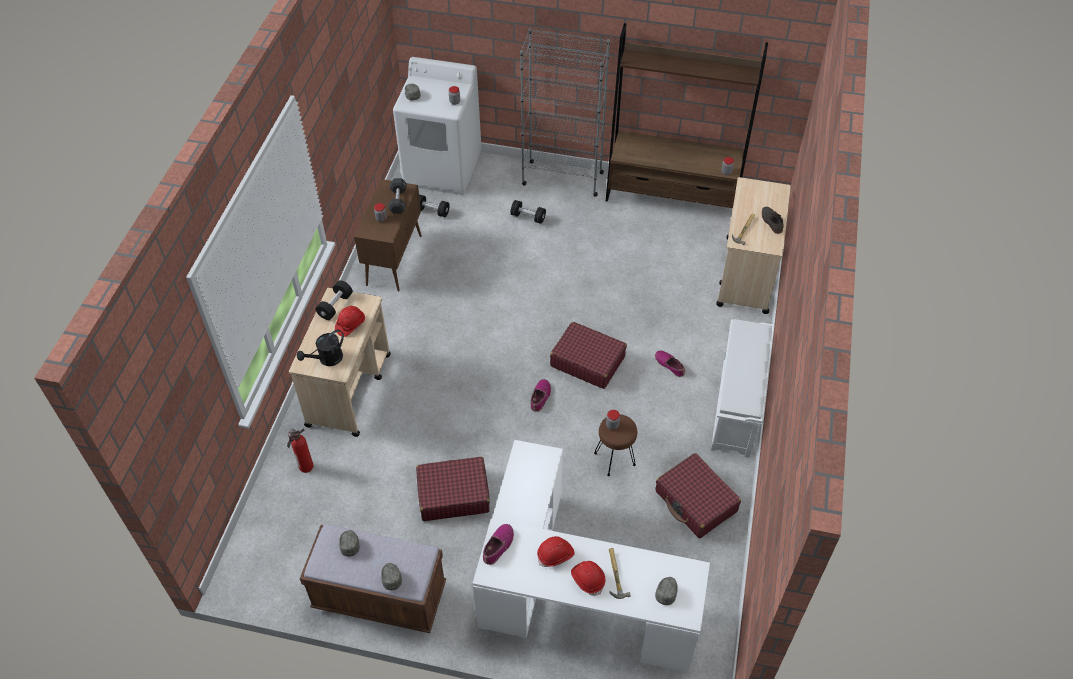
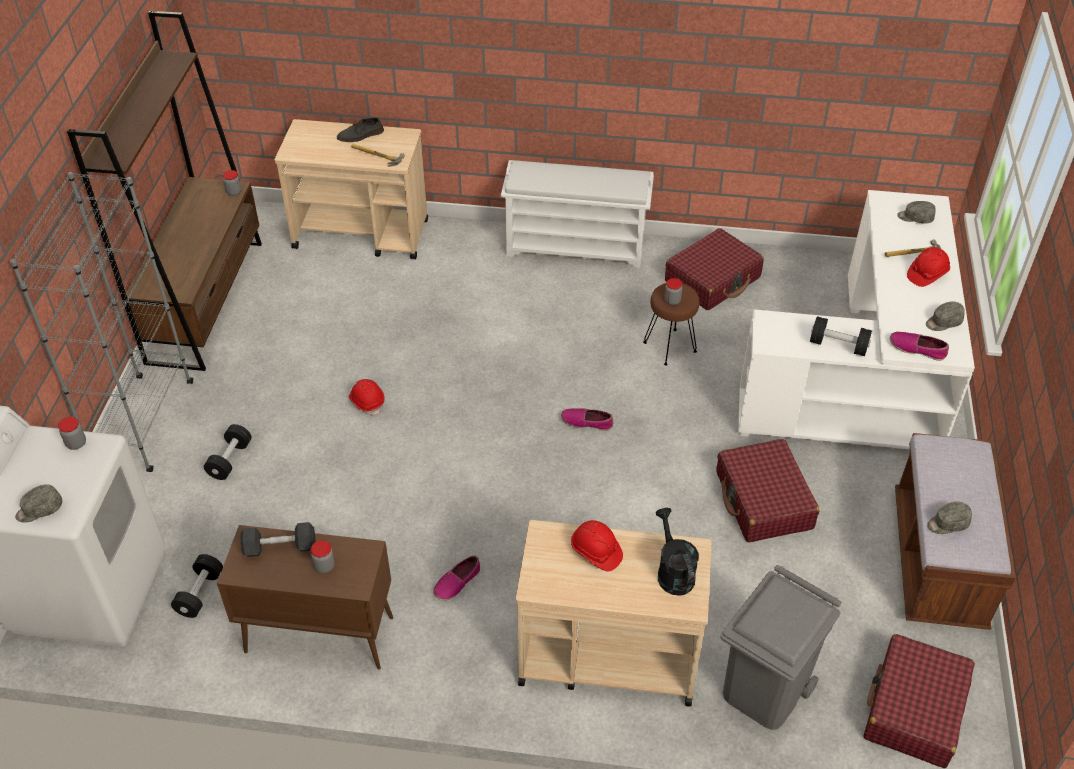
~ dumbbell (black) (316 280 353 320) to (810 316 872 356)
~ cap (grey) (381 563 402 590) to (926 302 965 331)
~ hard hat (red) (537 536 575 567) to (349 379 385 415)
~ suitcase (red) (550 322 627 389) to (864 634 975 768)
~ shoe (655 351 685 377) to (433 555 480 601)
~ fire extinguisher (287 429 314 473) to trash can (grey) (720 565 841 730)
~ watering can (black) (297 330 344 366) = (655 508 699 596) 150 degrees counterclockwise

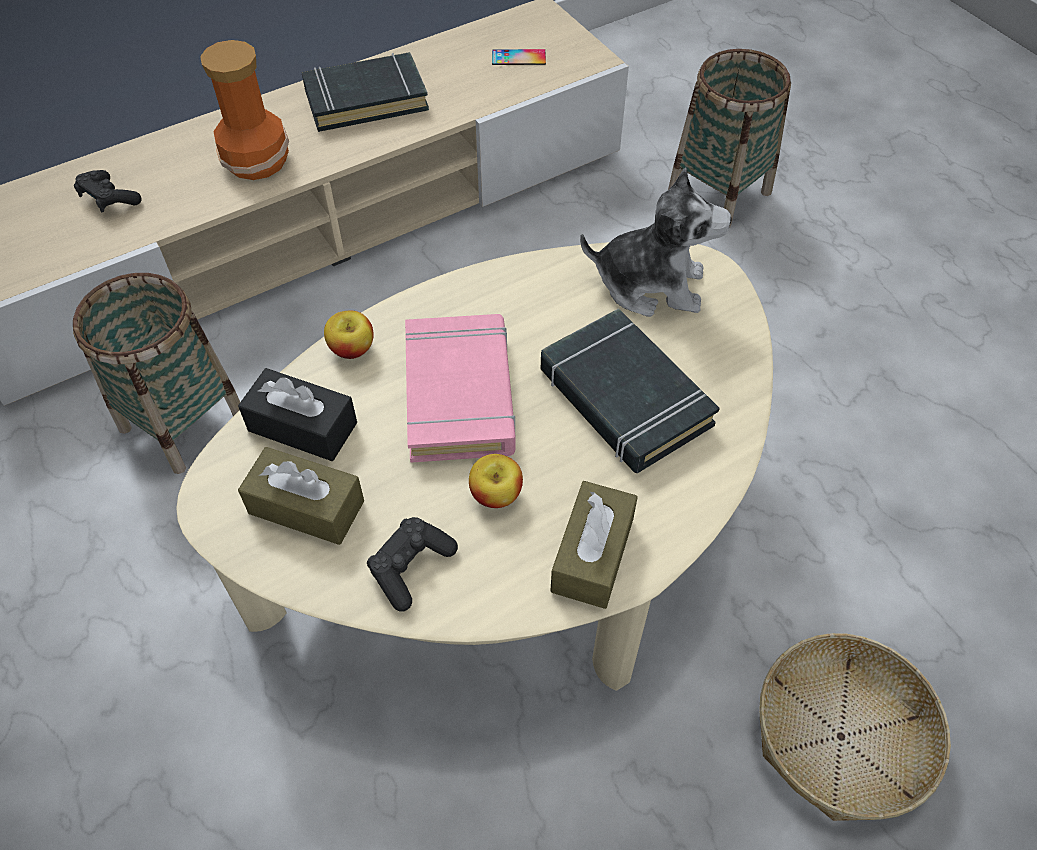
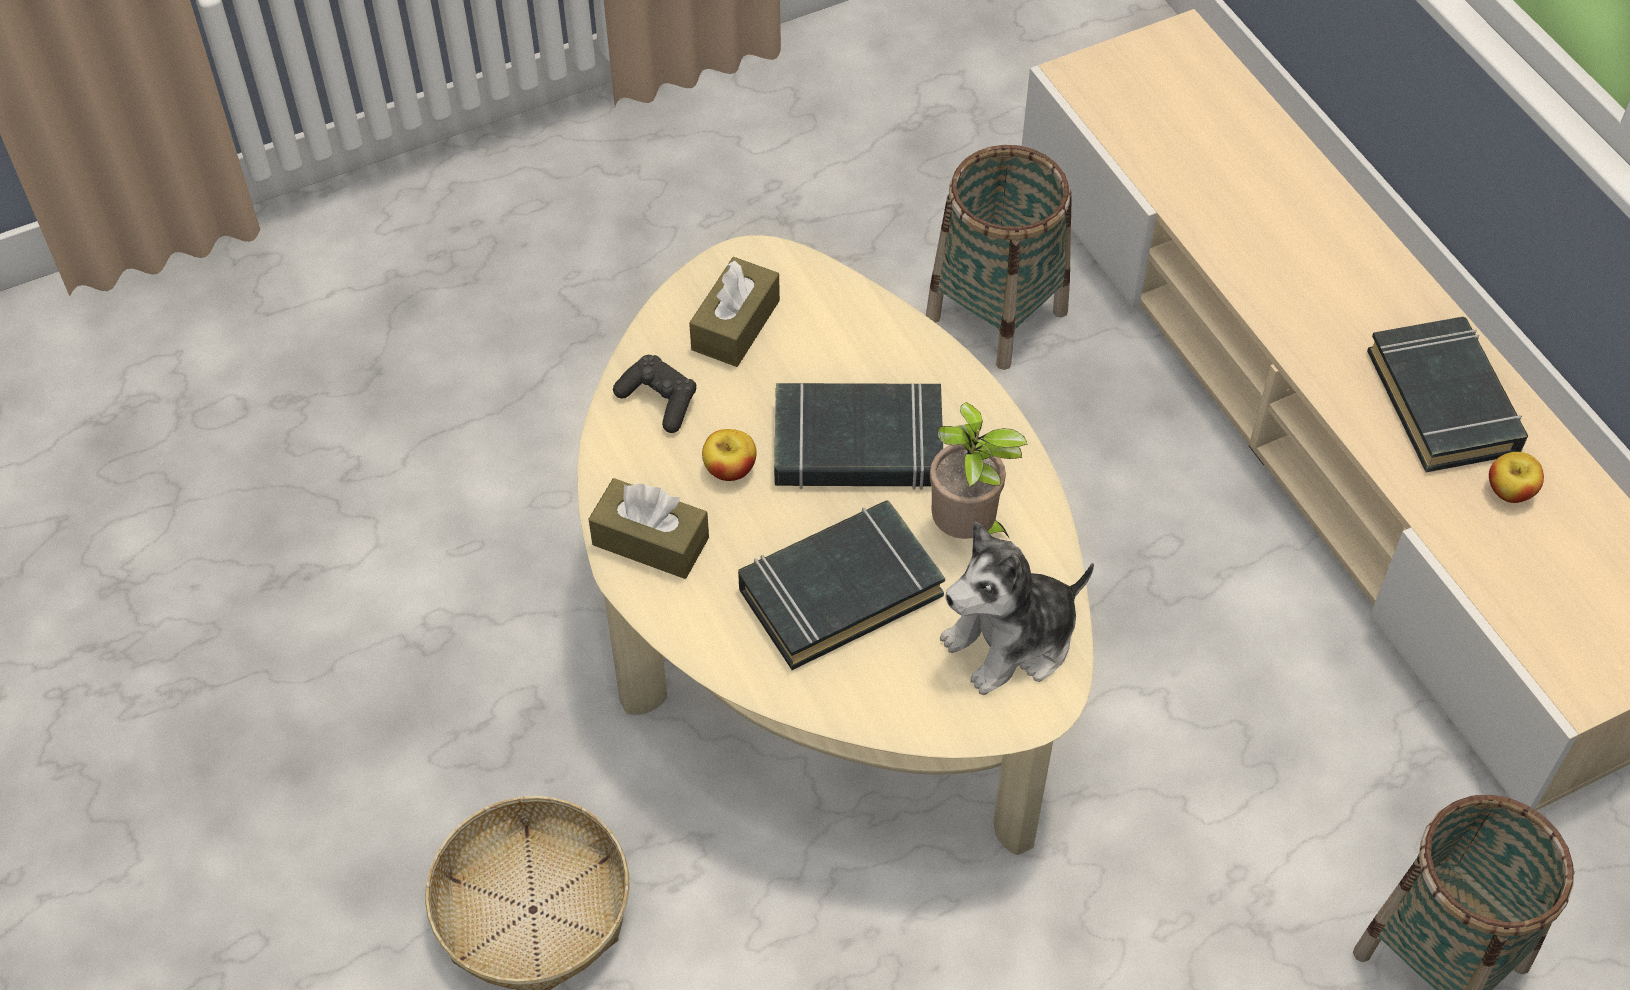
- game controller (black) (74 170 142 213)
- vase (200 40 289 180)
- tissue box (black) (238 368 357 461)
- phone (492 49 546 65)
+ potted plant (930 402 1028 539)
~ apple (324 311 374 359) to (1489 452 1544 503)
~ book (pink) (405 314 516 463) to book (black) (774 383 943 490)
~ plush toy (580 167 732 317) = (940 522 1094 695) 45 degrees clockwise

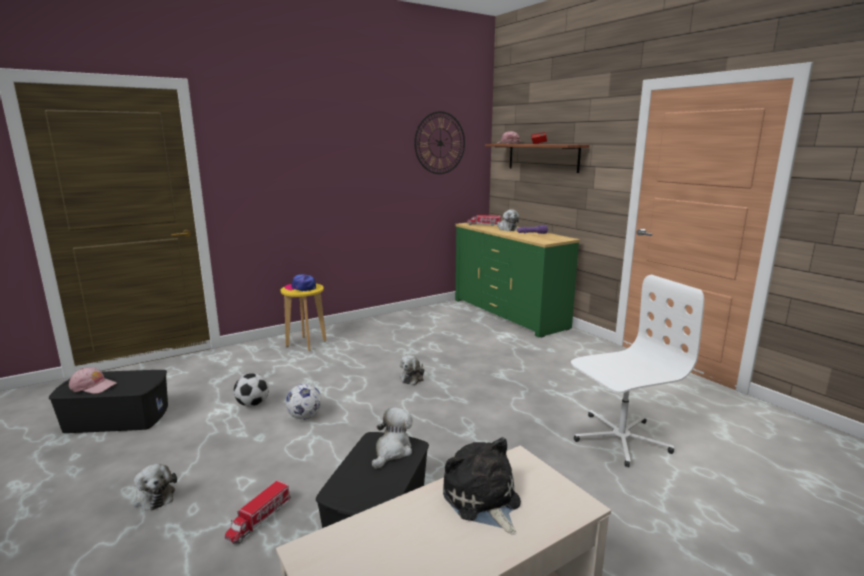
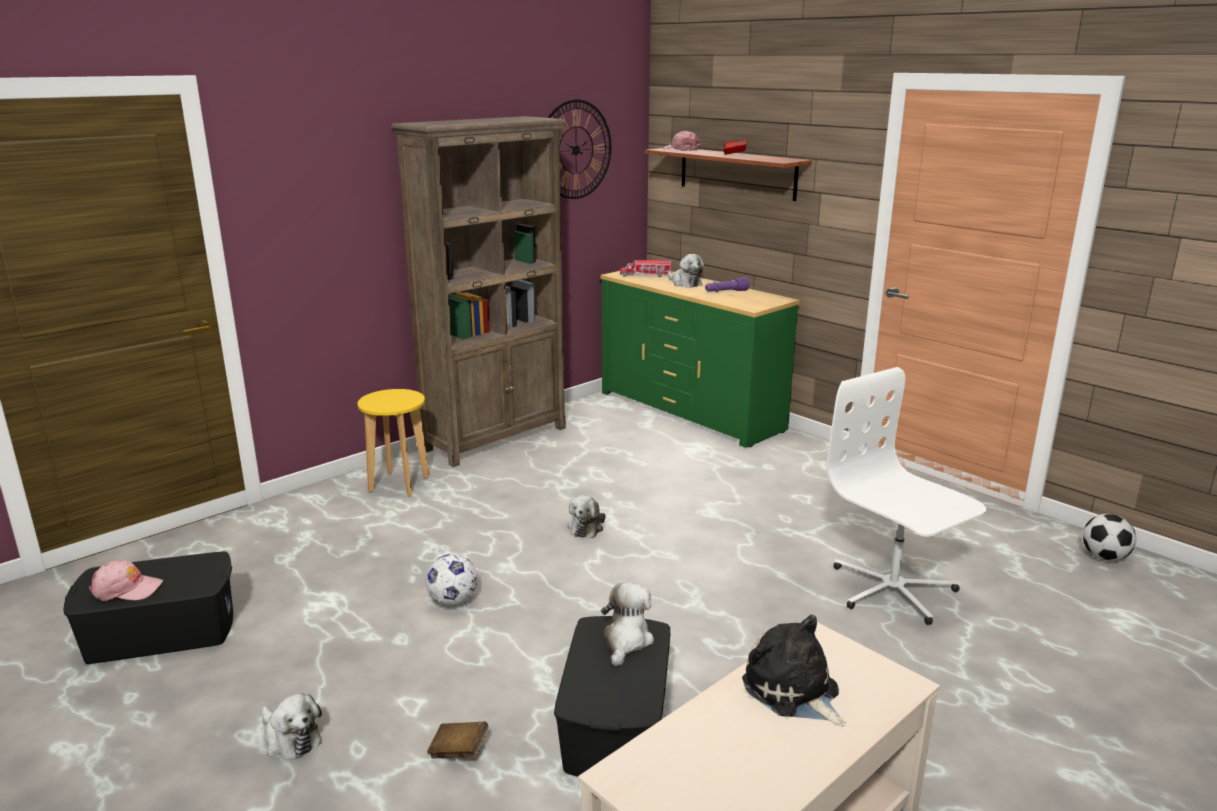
- cap (284 274 316 291)
+ bookcase (brown) (391 116 566 467)
~ football (234 373 269 407) to (1083 514 1136 561)
~ toy truck (225 480 291 544) to book (brown) (427 722 488 758)
~ office chair (white) (571 275 704 467) = (827 367 986 625) 90 degrees counterclockwise

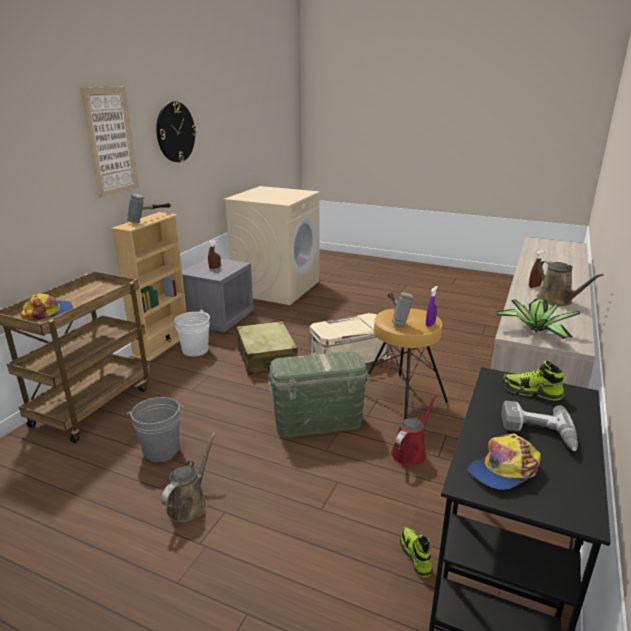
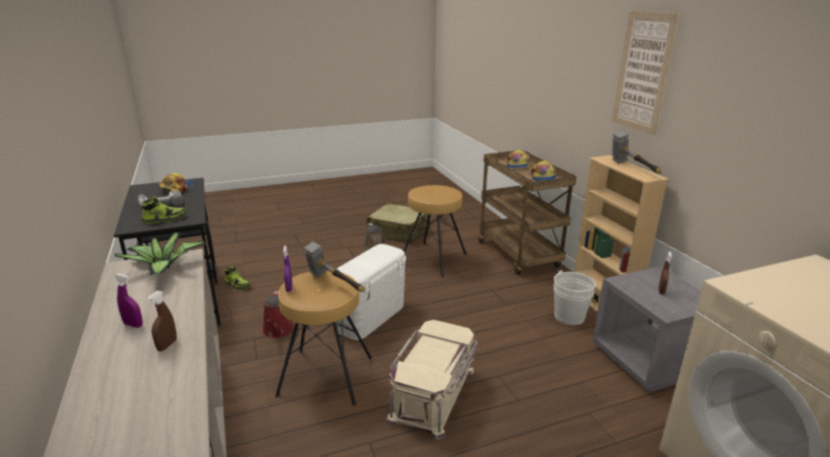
- wall clock (156 101 197 162)
+ cap (531 161 557 181)
~ suitcase (beige) (237 321 298 375) to (367 203 430 244)
~ bucket (grey) (127 397 183 461) to stool (brown) (404 185 467 277)
~ watering can (brown) (536 260 604 306) to spray bottle (purple) (114 274 143 328)
~ storage box (green) (268 351 369 437) to storage box (white) (336 244 406 340)

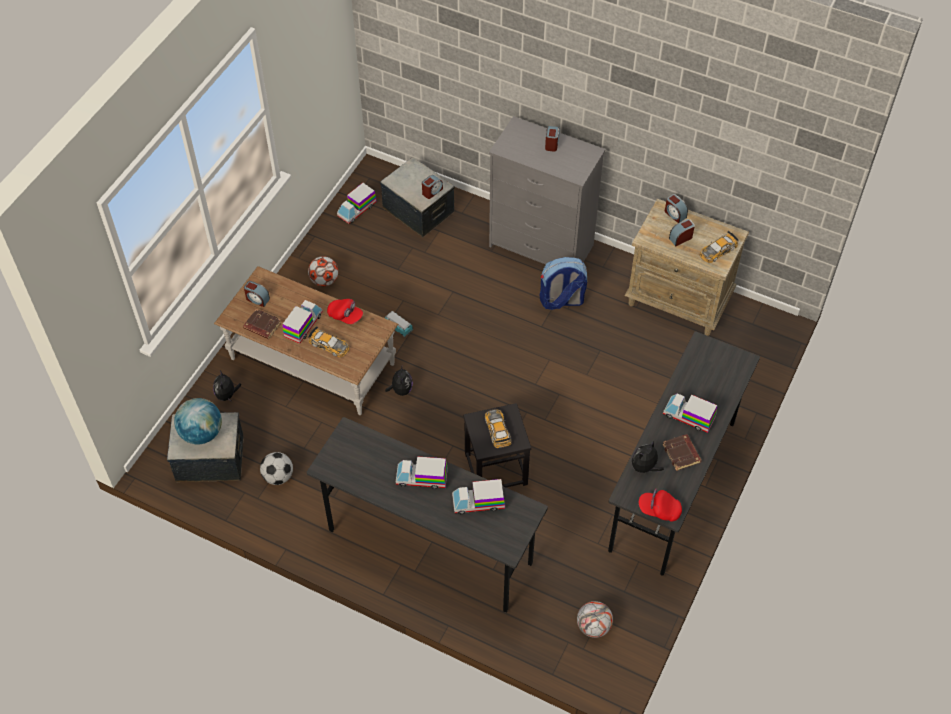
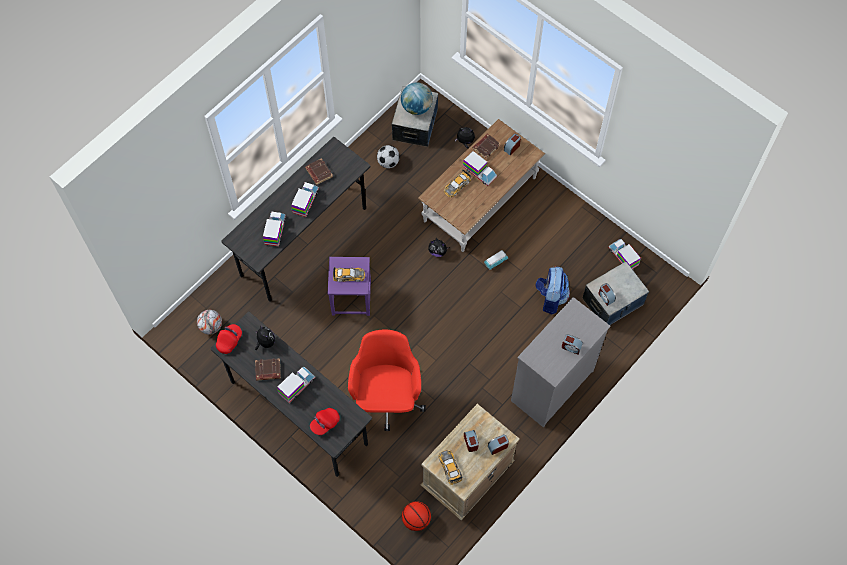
- football (308 256 338 287)
+ book (brown) (305 158 333 185)
+ office chair (red) (348 329 426 431)
+ basketball (402 501 431 531)
~ cap (red) (327 299 363 324) to (310 408 340 435)
~ backpack (540 257 587 310) to (536 266 570 314)
~ stool (black) (463 403 531 488) to stool (purple) (328 257 371 316)

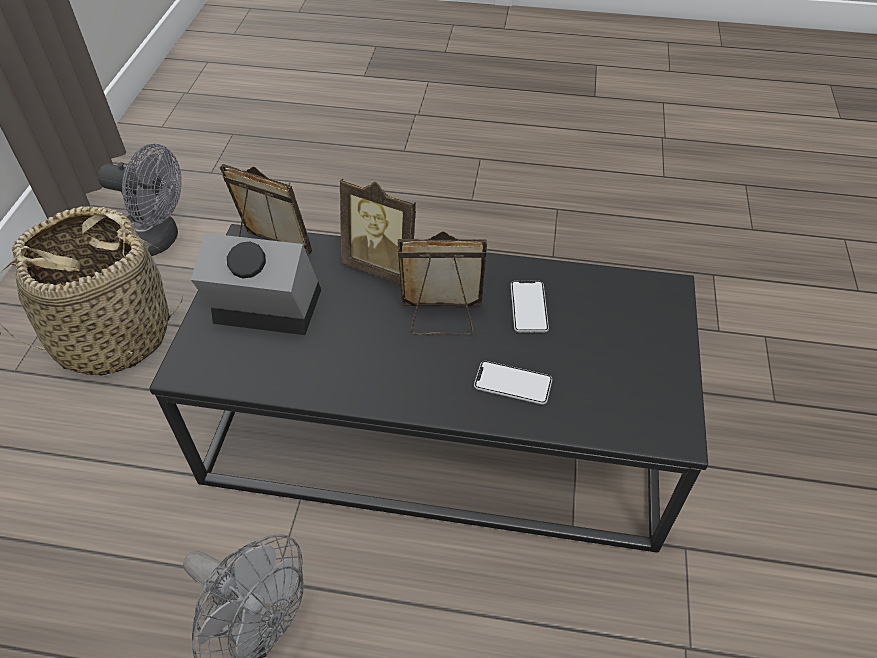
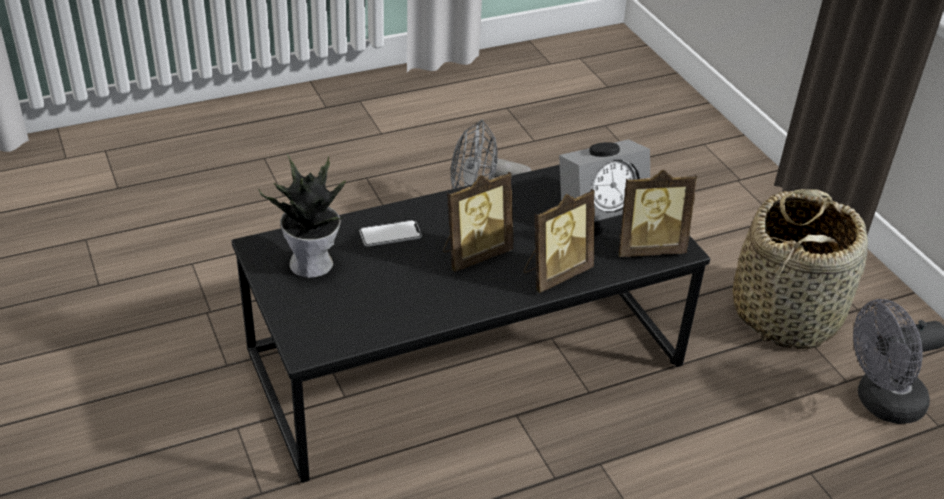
- phone (511 281 549 333)
+ potted plant (258 154 346 278)
~ picture frame (340 178 416 284) = (524 189 595 293) 150 degrees clockwise

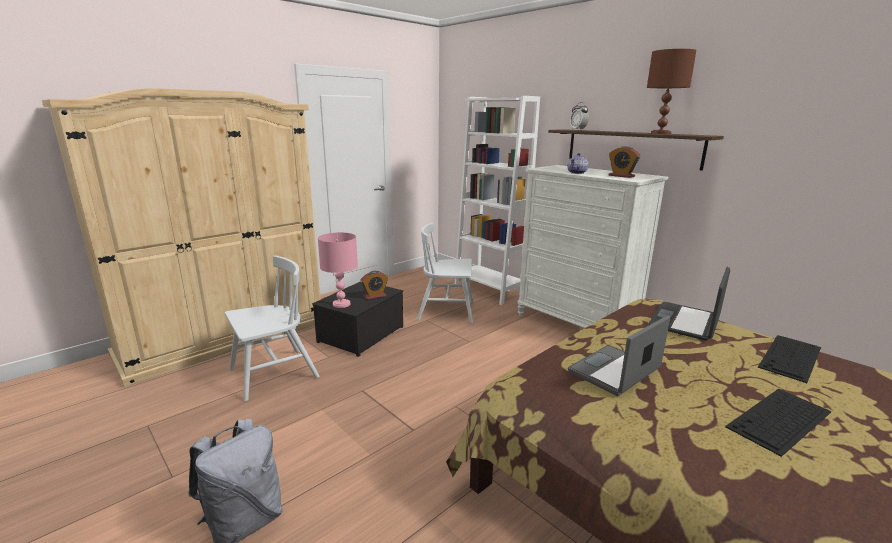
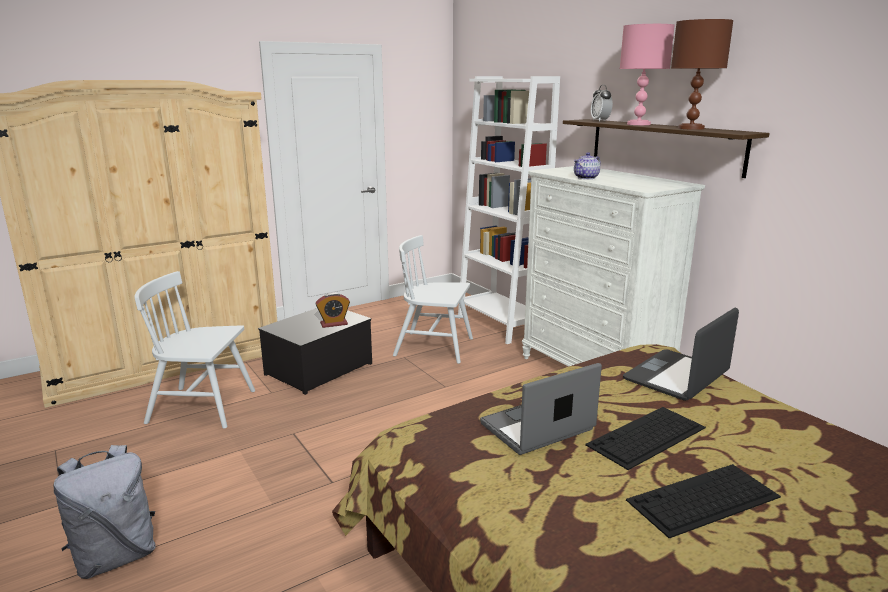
- alarm clock (608 146 640 178)
~ table lamp (pink) (318 232 358 308) to (620 24 675 125)
~ keyboard (758 335 821 383) to (585 407 706 470)
~ chair (white) (225 256 319 401) = (134 271 255 429) 150 degrees counterclockwise

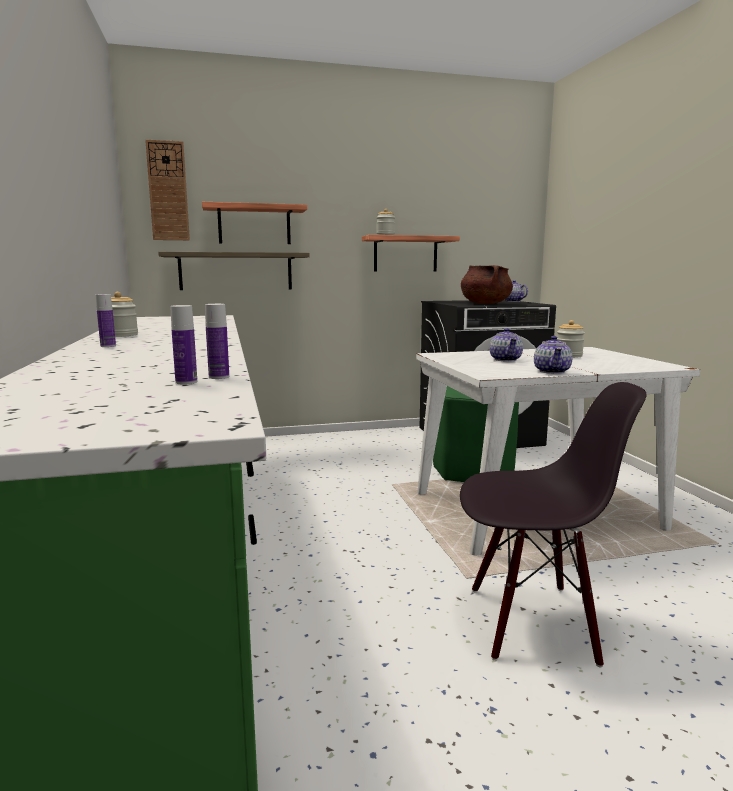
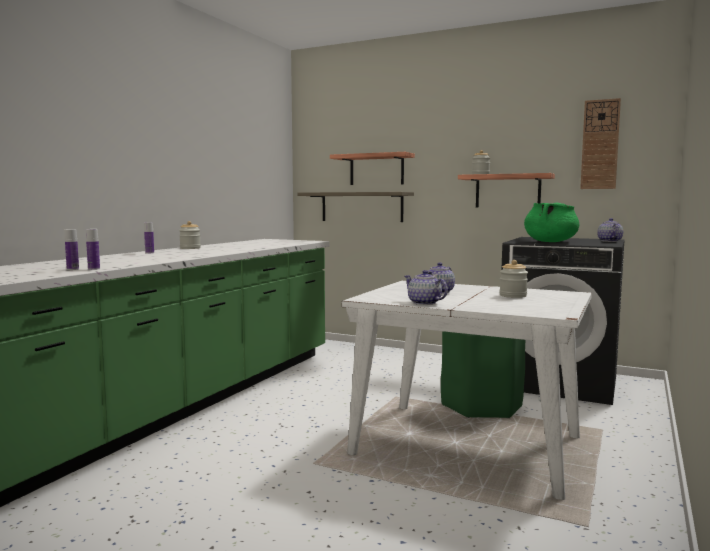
- chair (black) (460 382 646 667)
~ wall clock (145 139 190 240) to (580 98 621 189)
~ cooking pot (brown) (461 265 513 304) to cooking pot (green) (524 203 579 242)
~ teapot (534 336 573 374) = (404 270 448 305) 90 degrees clockwise

